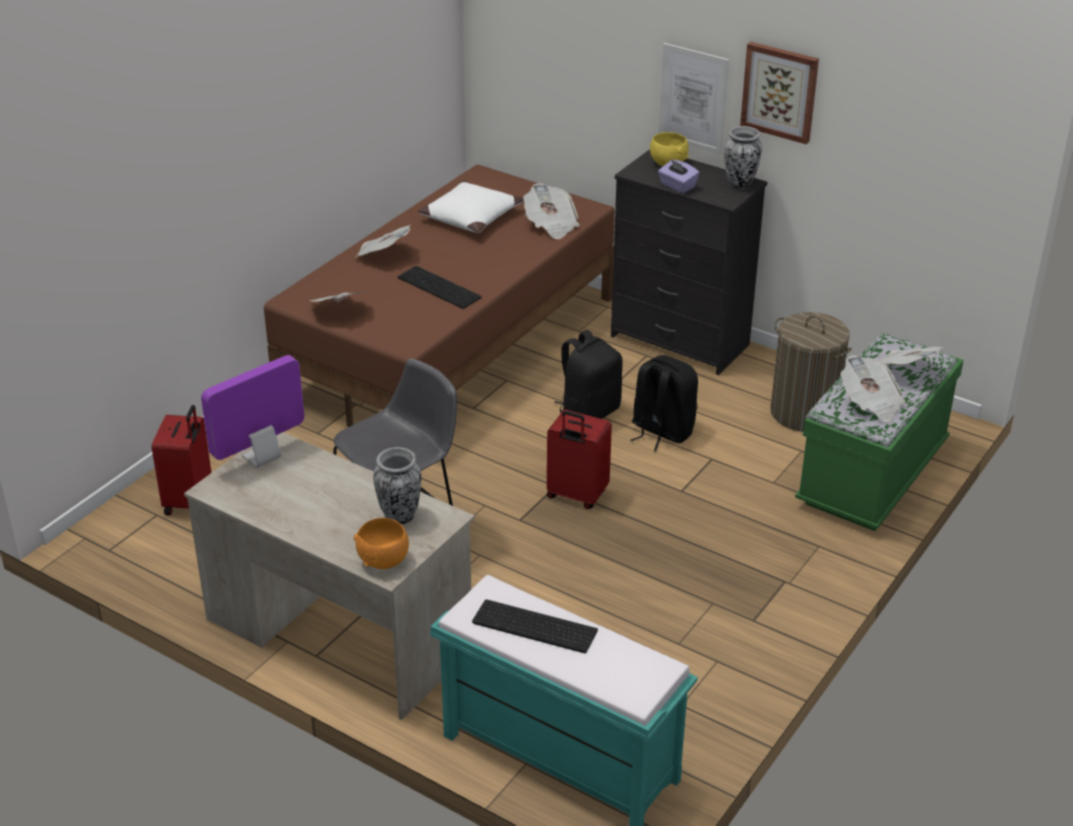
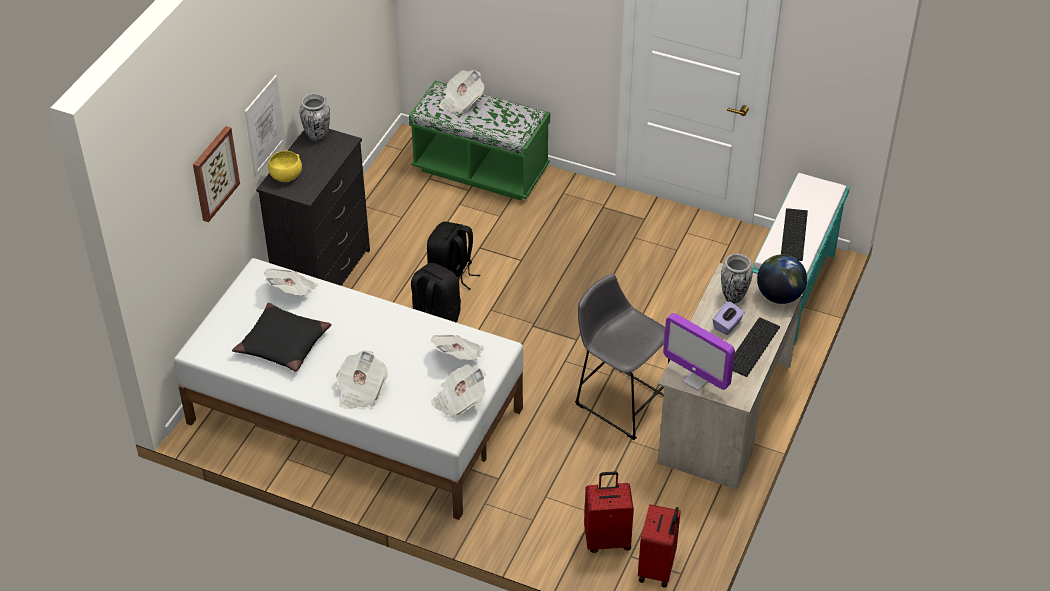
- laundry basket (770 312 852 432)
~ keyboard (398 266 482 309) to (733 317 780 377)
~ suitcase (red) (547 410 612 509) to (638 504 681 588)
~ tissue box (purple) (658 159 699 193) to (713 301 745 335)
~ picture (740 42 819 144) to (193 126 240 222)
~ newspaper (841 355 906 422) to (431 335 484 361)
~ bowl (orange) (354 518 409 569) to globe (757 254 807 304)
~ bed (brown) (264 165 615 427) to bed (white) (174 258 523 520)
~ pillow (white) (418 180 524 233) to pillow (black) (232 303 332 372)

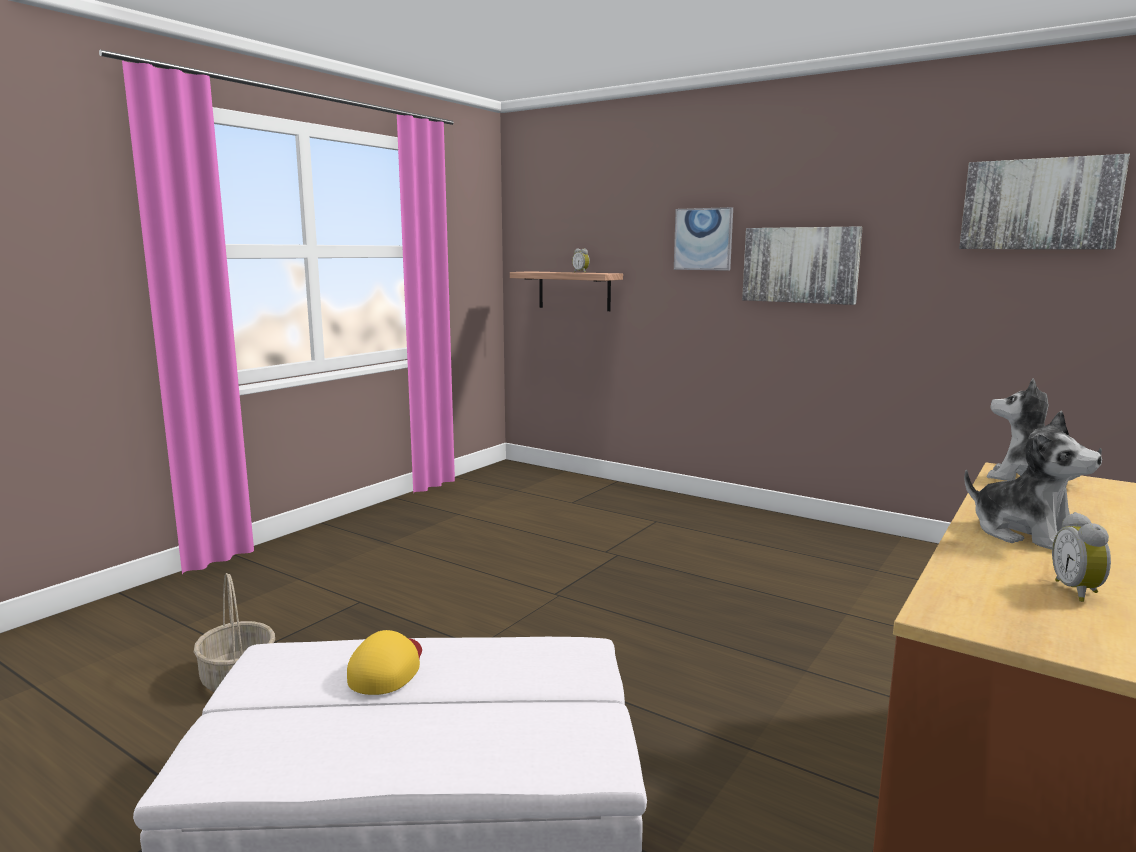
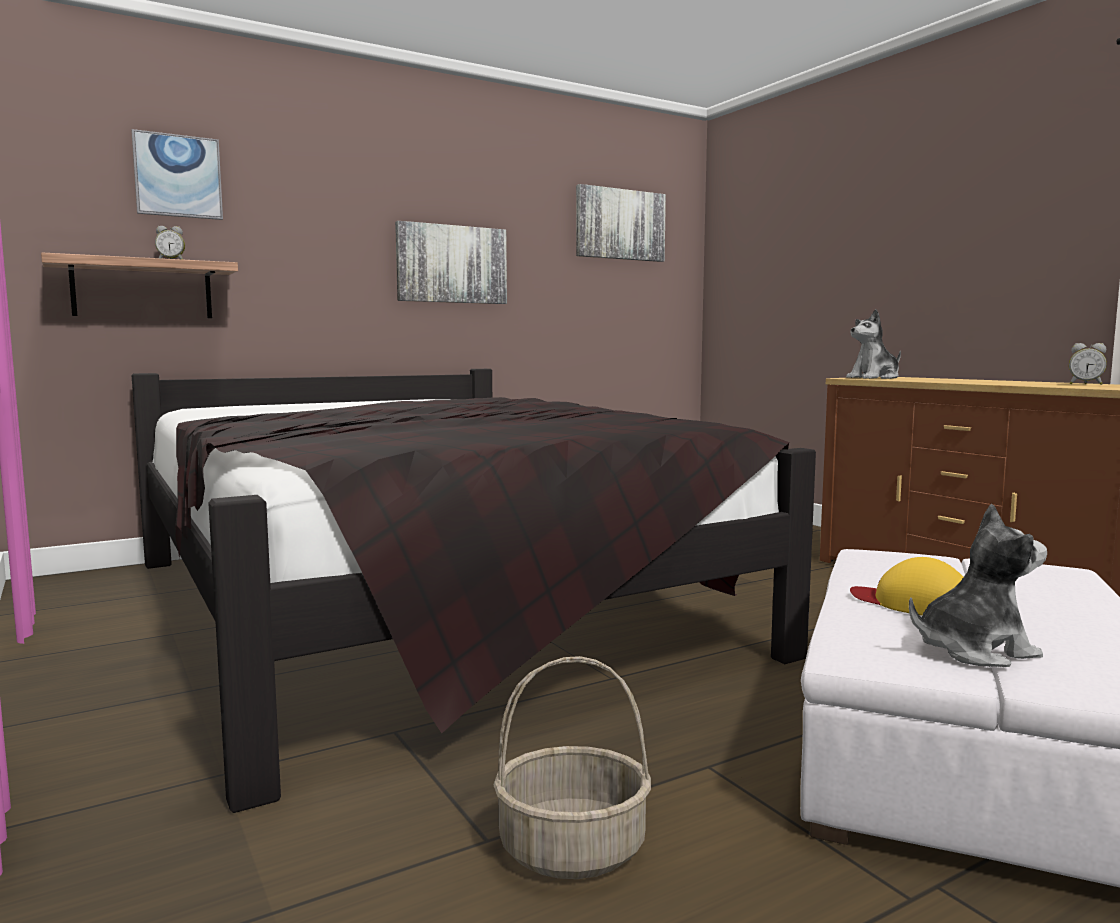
+ bed (black) (131 369 816 813)
~ picture (674 207 733 271) to (131 129 223 220)
~ plush toy (964 411 1102 550) to (909 504 1047 667)

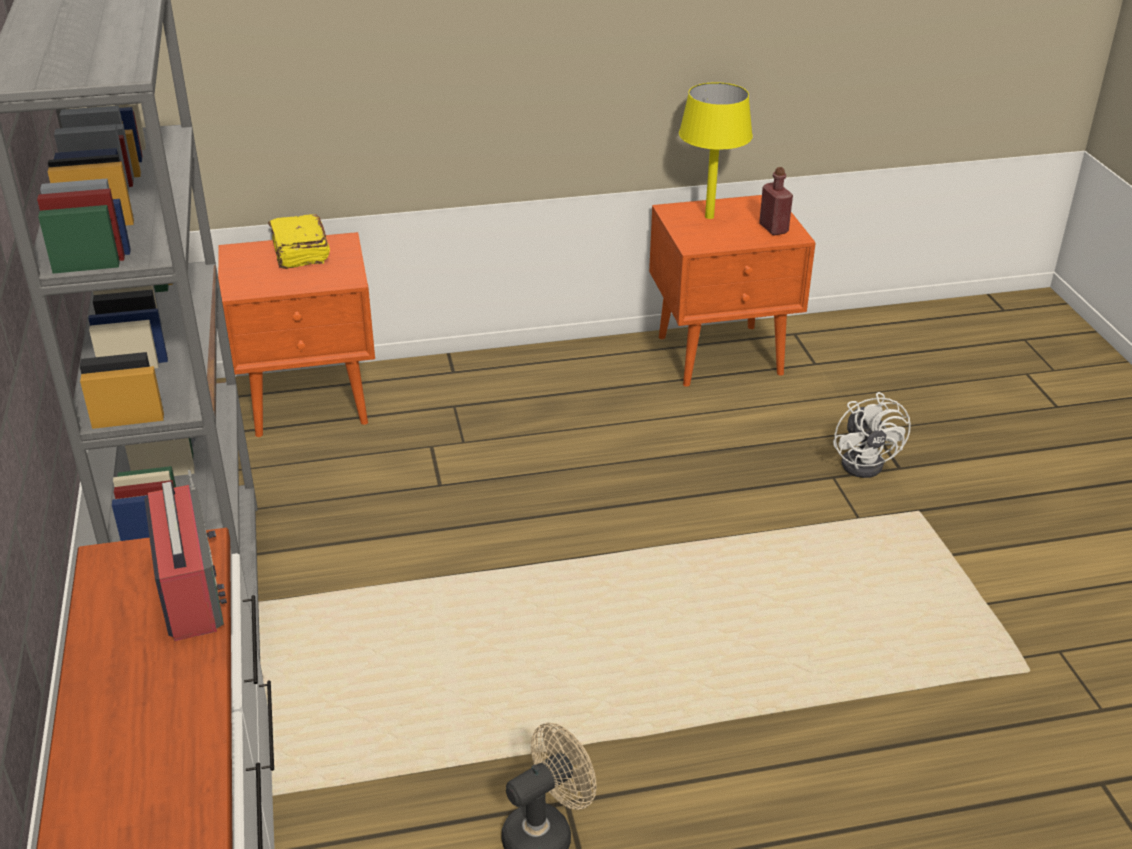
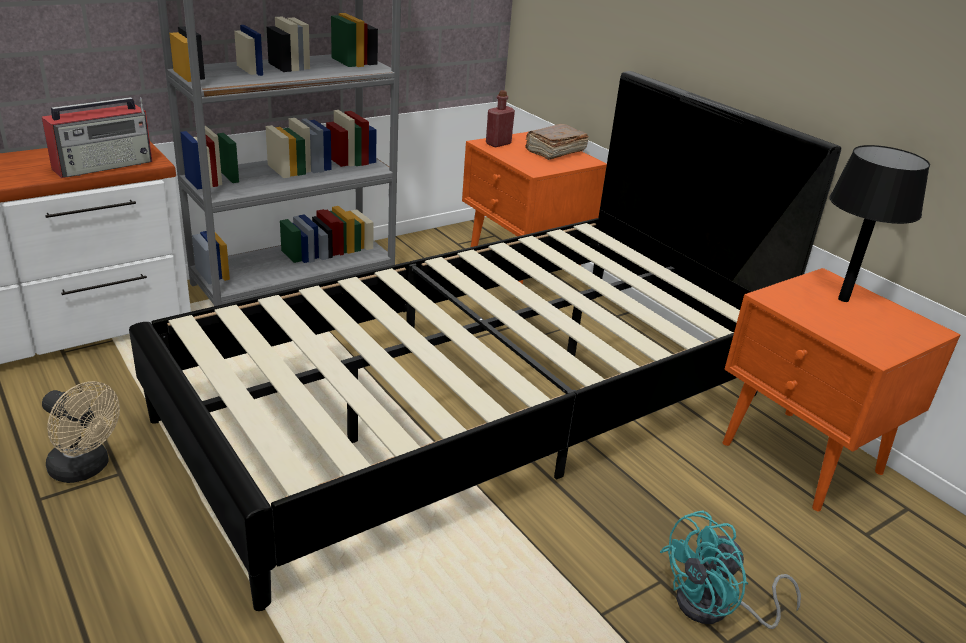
+ bed (black) (129 71 841 611)
~ bottle (red) (759 167 793 236) to (486 90 515 147)
~ book (yellow) (268 214 330 269) to book (brown) (525 124 589 160)
~ table lamp (yellow) (679 82 753 219) to table lamp (black) (829 145 930 302)
~ fan (white) (833 392 911 478) to fan (turquoise) (660 511 801 629)

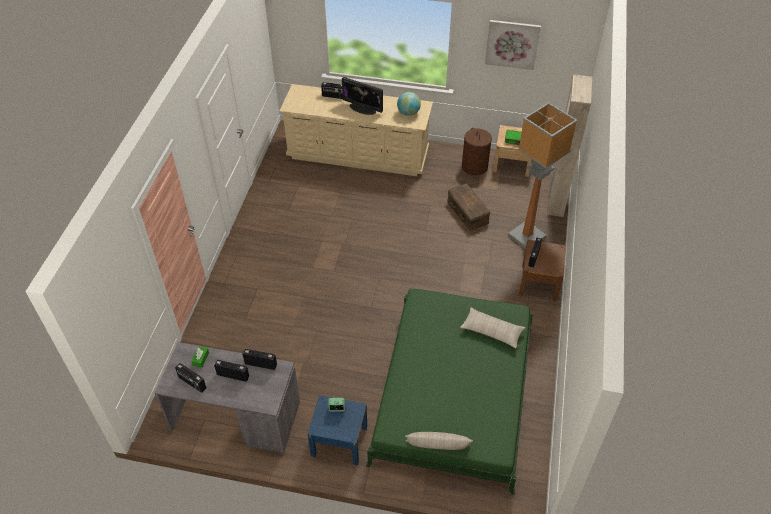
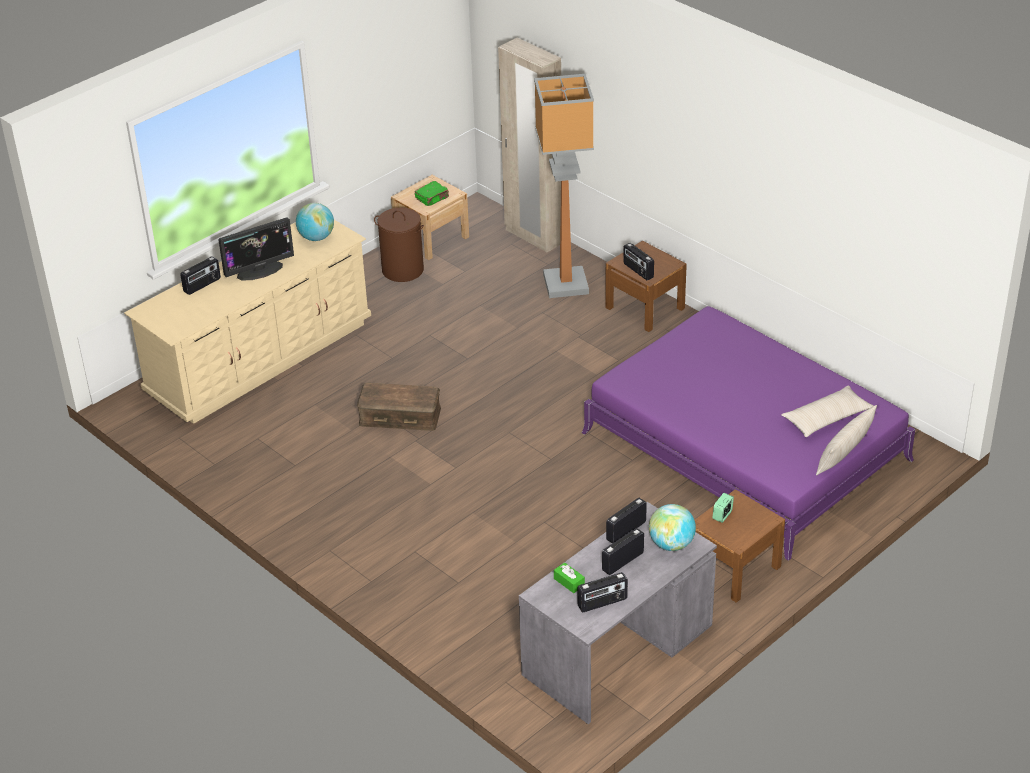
- picture (485 20 541 70)
+ globe (649 504 696 551)
~ storage box (brown) (447 184 490 231) to (357 383 441 431)
~ pillow (beige) (460 308 525 348) to (781 385 873 437)
~ nightstand (blue) (308 395 367 465) to nightstand (brown) (695 489 785 603)
~ bed (green) (366 288 533 495) to bed (purple) (582 306 915 561)

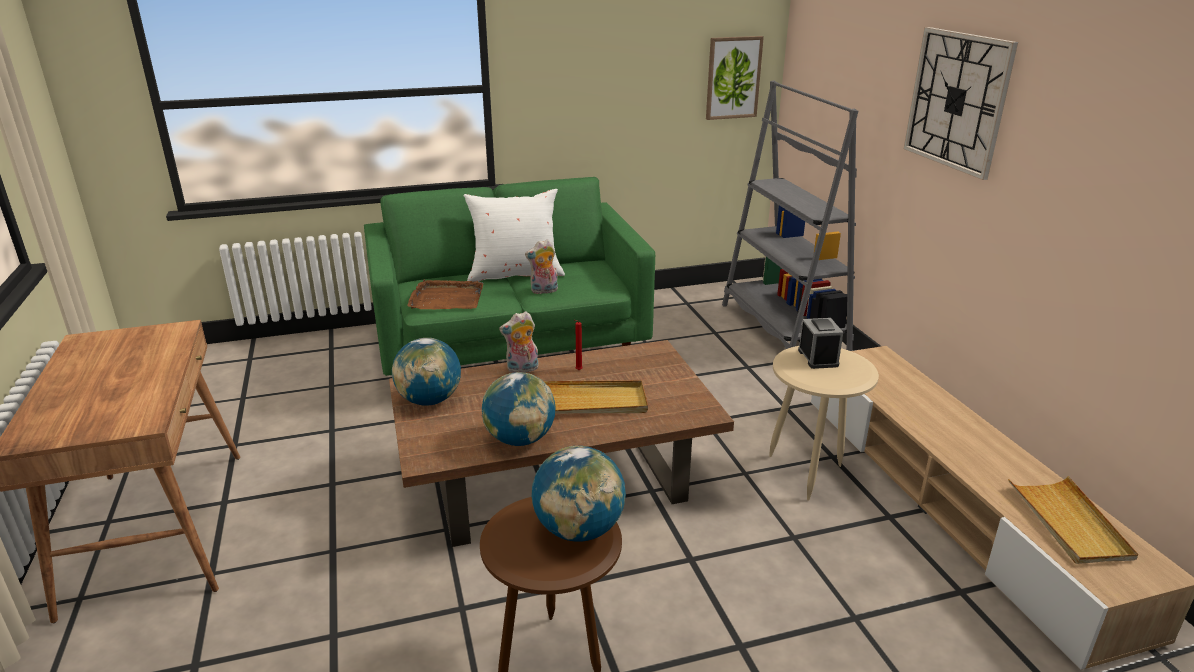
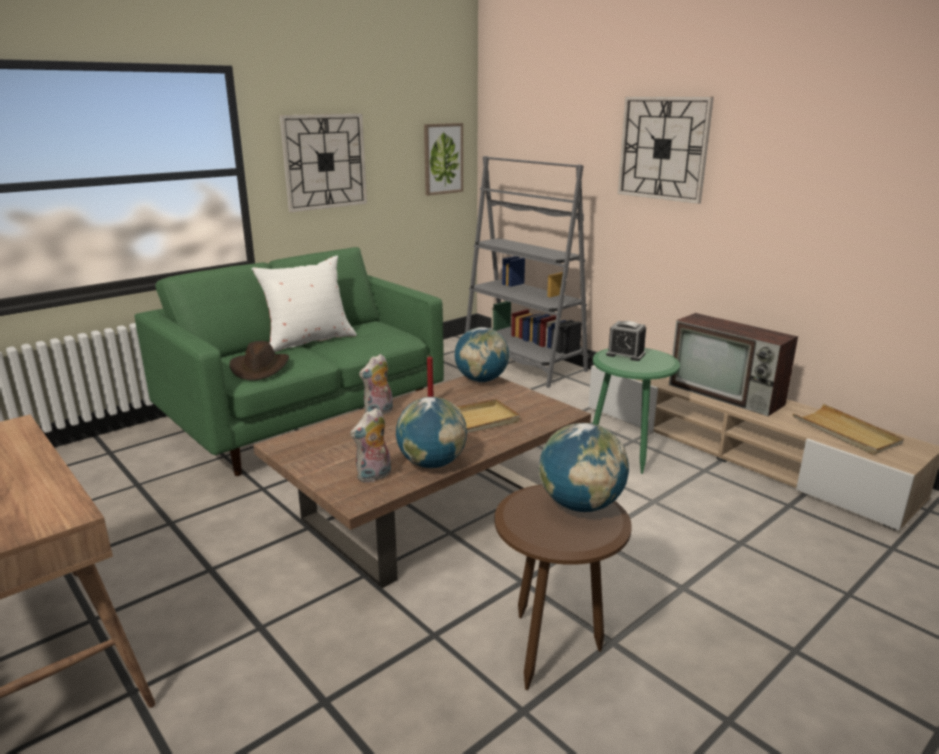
+ wall clock (280 114 367 212)
+ television (669 313 798 416)
~ globe (392 338 461 406) to (455 327 509 382)
~ plush toy (525 239 558 294) to (350 408 391 483)
~ tray (brown) (408 279 483 309) to hat (brown) (230 341 289 381)
~ side table (beige) (769 346 879 501) to side table (green) (593 348 680 474)
~ alarm clock (798 318 843 369) = (606 321 646 361) 150 degrees clockwise

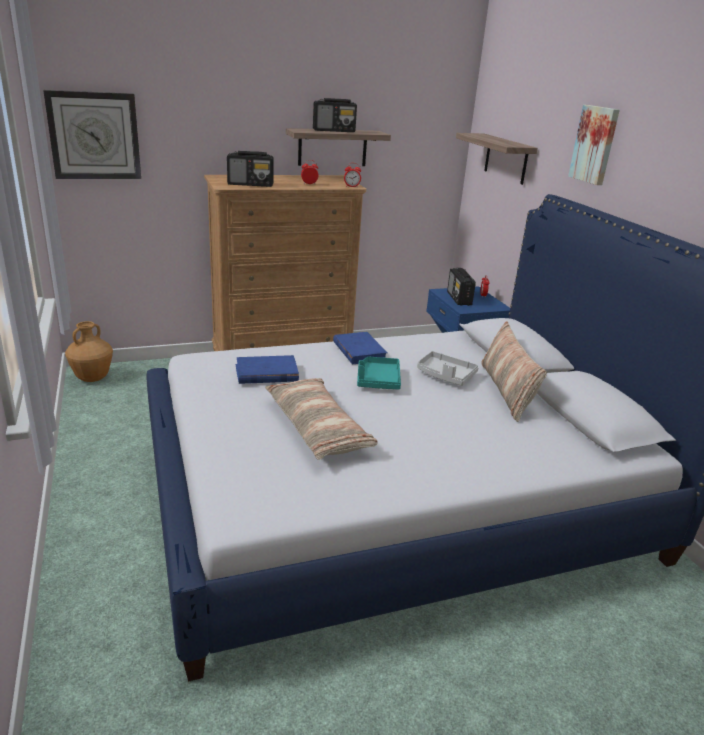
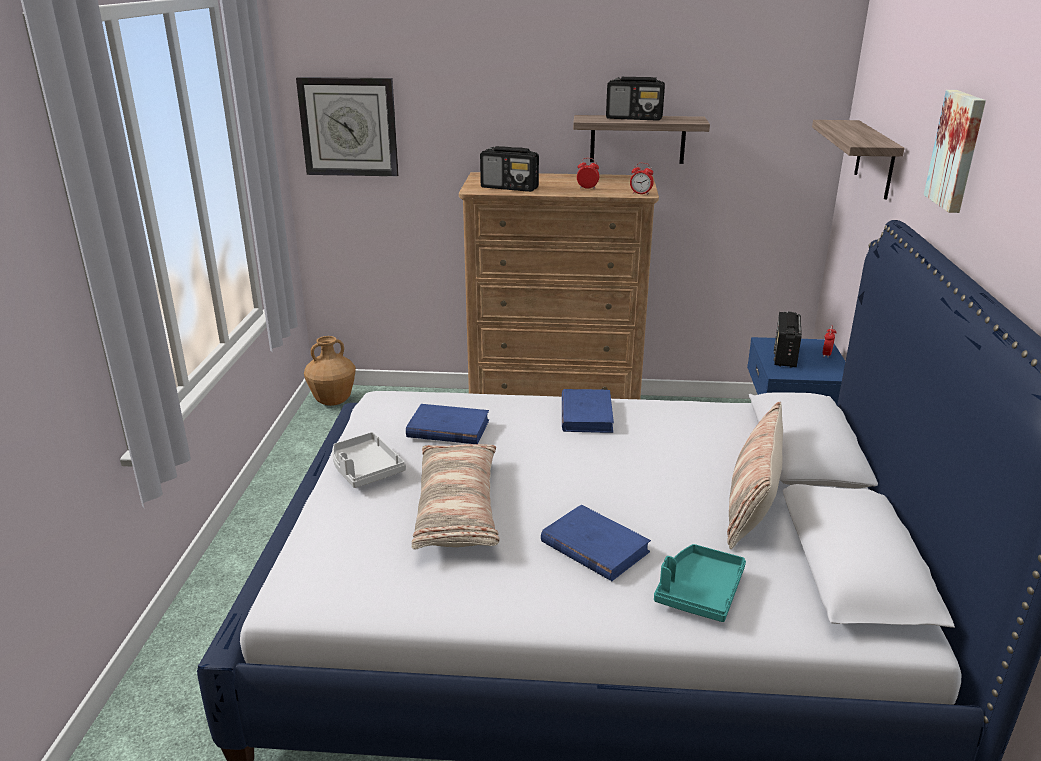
+ book (blue) (541 505 651 581)
~ tray (turquoise) (357 356 401 390) to (654 544 746 622)
~ tray (grey) (417 351 479 386) to (332 432 406 488)

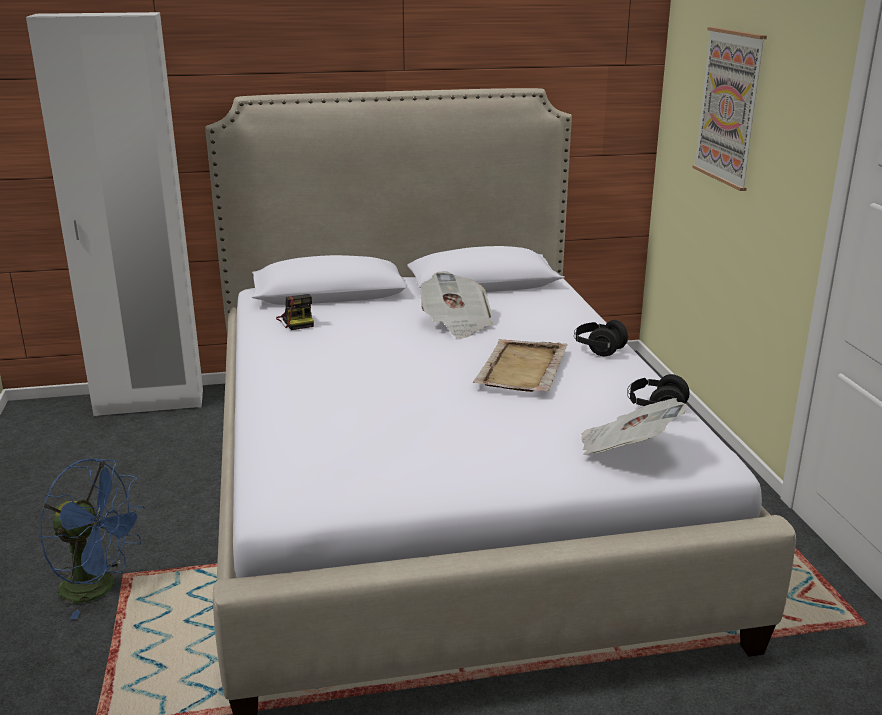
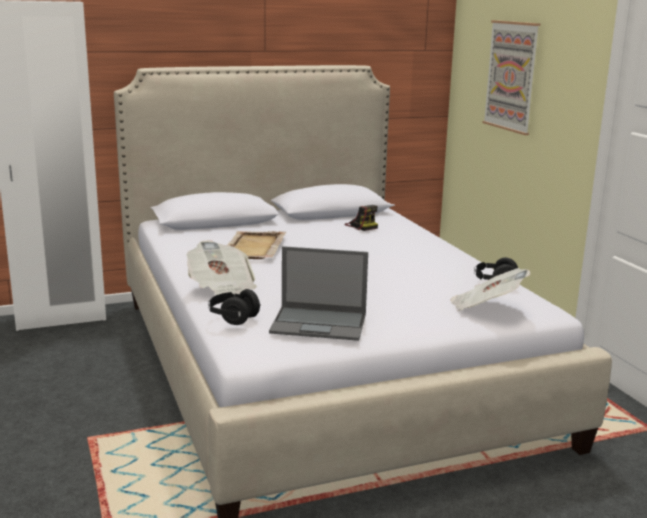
- fan (blue) (40 459 146 619)
+ laptop (269 246 368 341)
~ photo camera (276 294 314 330) to (344 205 378 231)
~ newspaper (420 271 493 339) to (186 240 257 295)
~ tray (beige) (473 339 568 392) to (227 231 286 259)
~ headphones (black) (574 320 629 356) to (208 289 261 325)

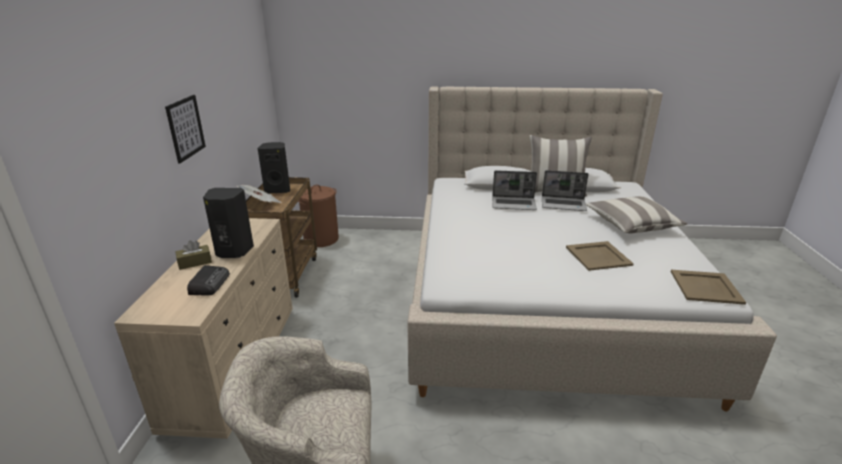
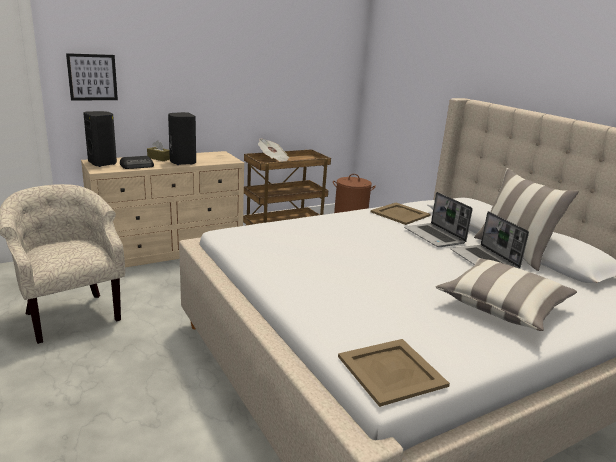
~ picture (165 95 206 163) to (66 53 118 101)
~ speaker (black) (258 142 290 193) to (83 111 117 167)
~ tray (beige) (566 241 634 271) to (371 203 431 225)

